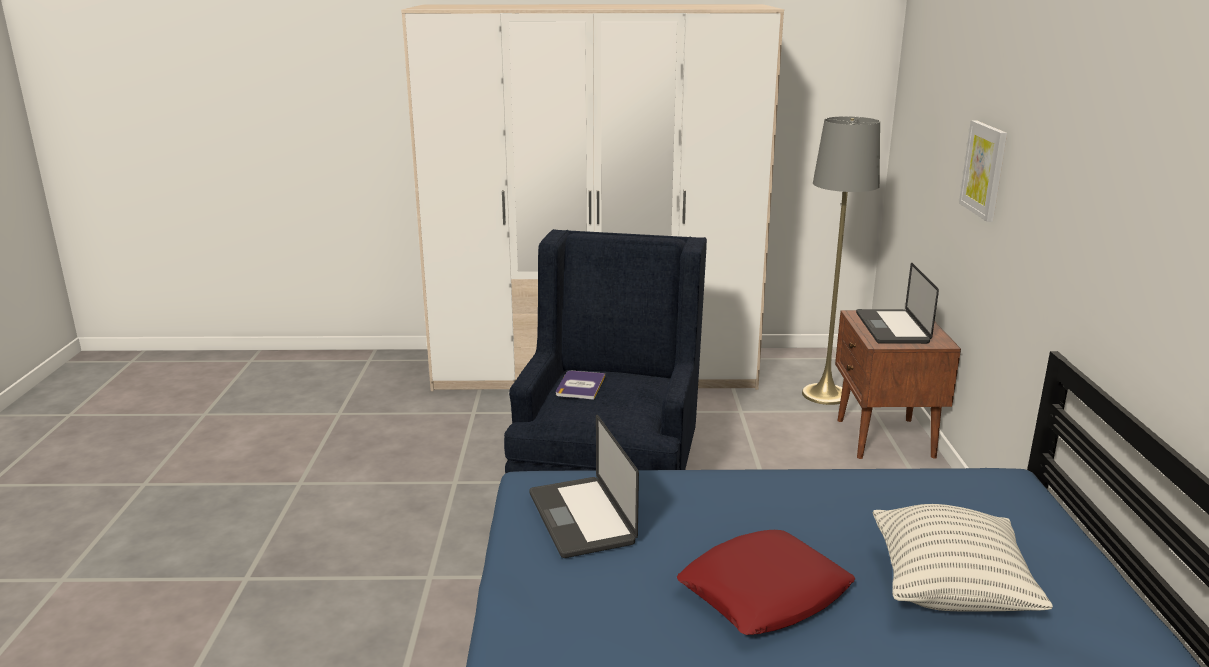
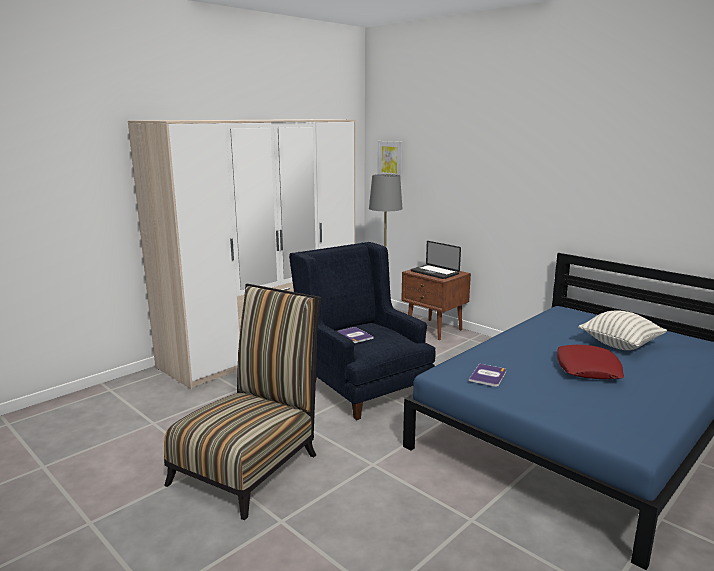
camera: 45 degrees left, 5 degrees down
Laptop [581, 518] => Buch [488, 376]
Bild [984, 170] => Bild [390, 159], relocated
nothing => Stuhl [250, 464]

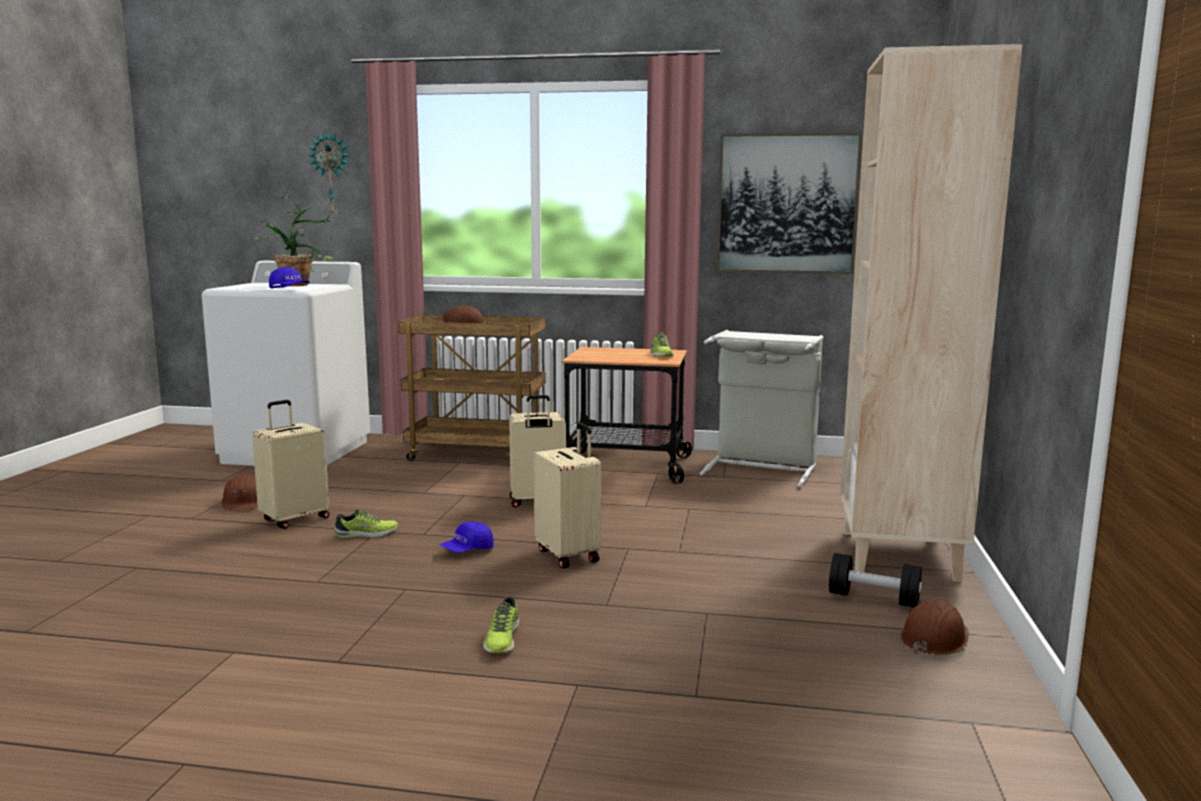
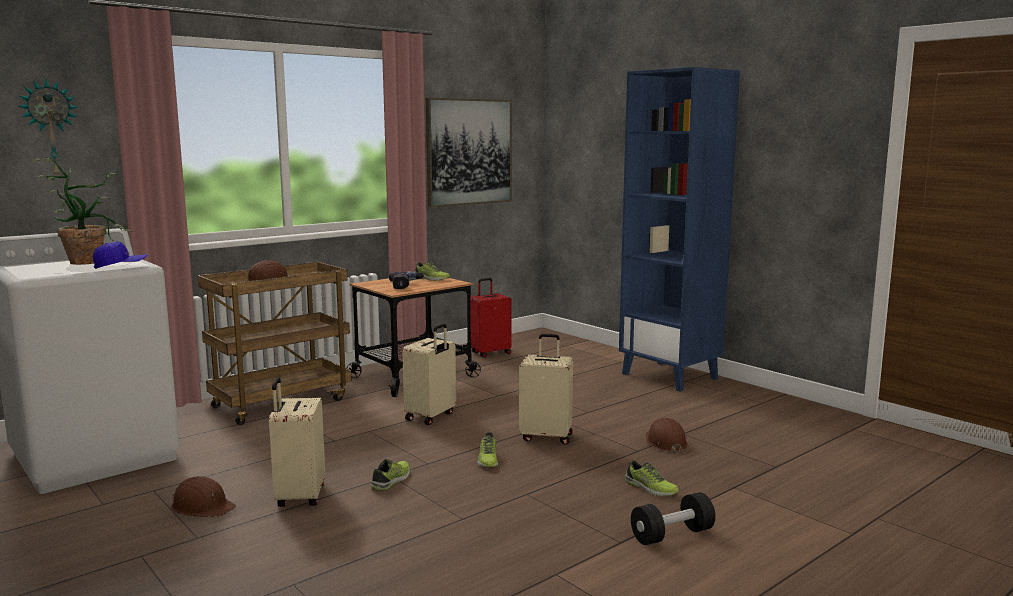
camera: 50 degrees left, 0 degrees up
Kappe [blau] [467, 550] => Schuh [487, 459]
Wäschekorb [grau] [761, 468] => Koffer [rot] [490, 353]
Hantel [schwarz] [873, 598] => Hantel [schwarz] [672, 535], relocated
Bücherregal [beige] [900, 556] => Bücherregal [blau] [670, 376]
Schutzhelm [braun] [934, 638] => Schutzhelm [braun] [665, 442], relocated
nothing => Bohrmaschine [406, 285]

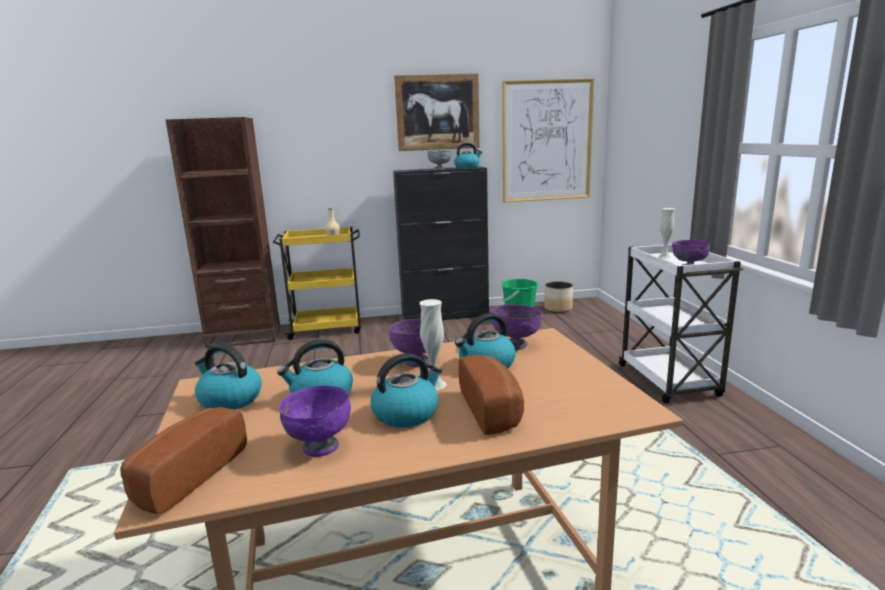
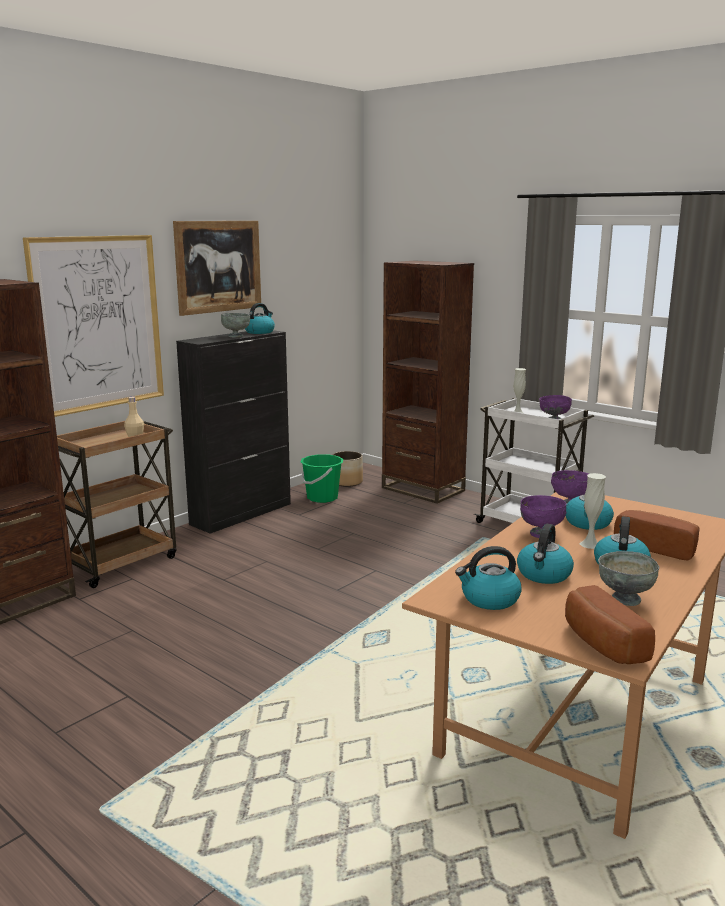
camera: 40 degrees left, 0 degrees up
Rollwagen [gelb] [327, 329] => Rollwagen [braun] [121, 562]
Schüssel [lila] [319, 446] => Schüssel [grau] [625, 599]
Bild [547, 141] => Bild [98, 323], relocated
nothing => Bücherregal [braun] [423, 489]

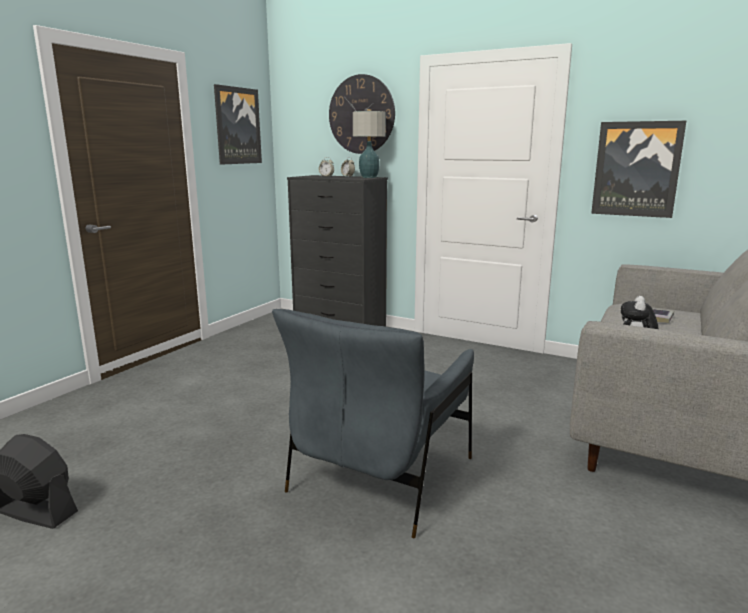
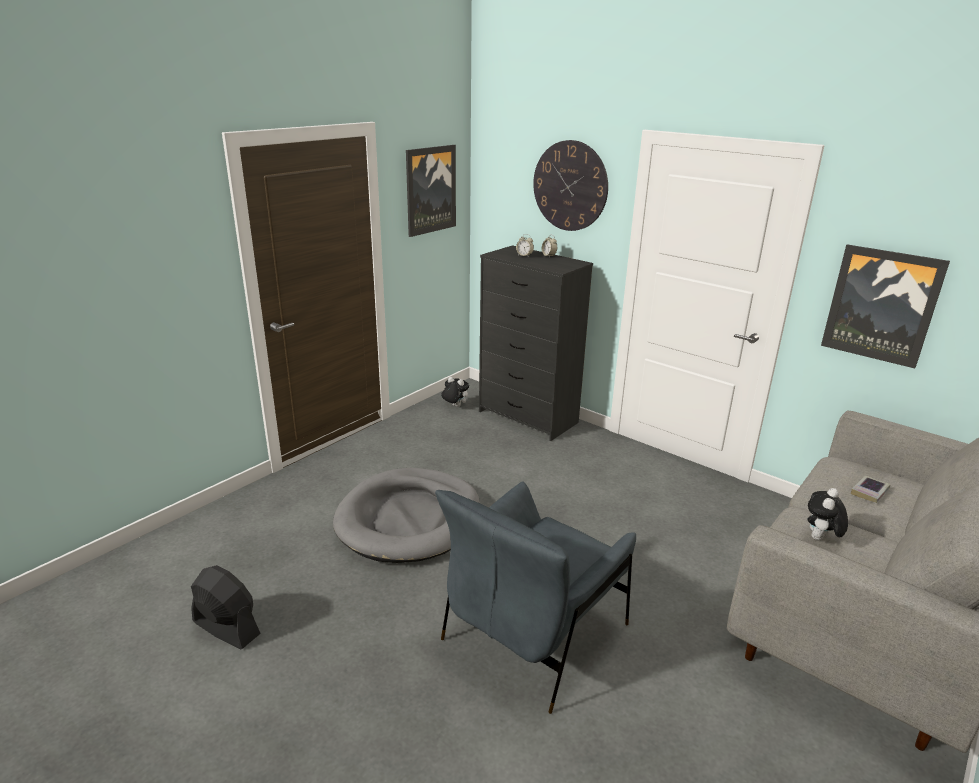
camera: 10 degrees right, 10 degrees up
Tischlampe [369, 177] => nothing
nothing => Hundebett [grau] [409, 519]
nothing => Plüschtier [454, 406]

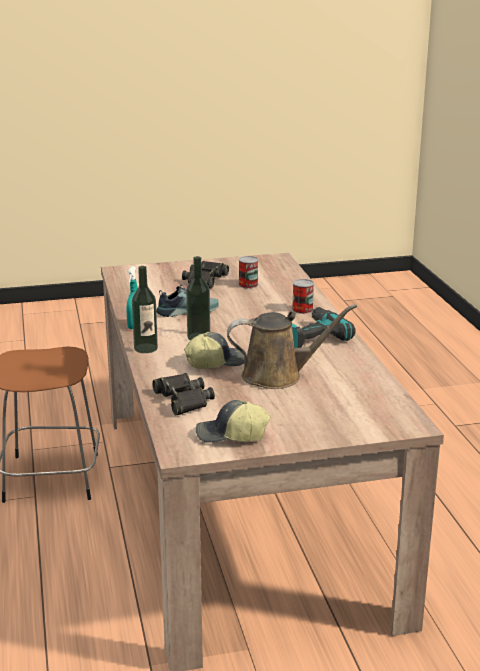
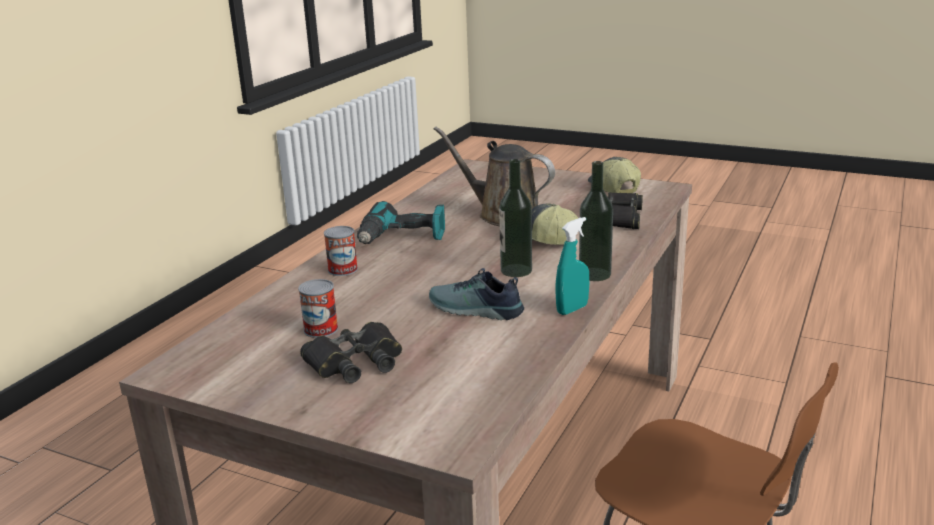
camera: 140 degrees left, 0 degrees up
Kappe [231, 435] => Kappe [613, 188], 150 degrees counterclockwise

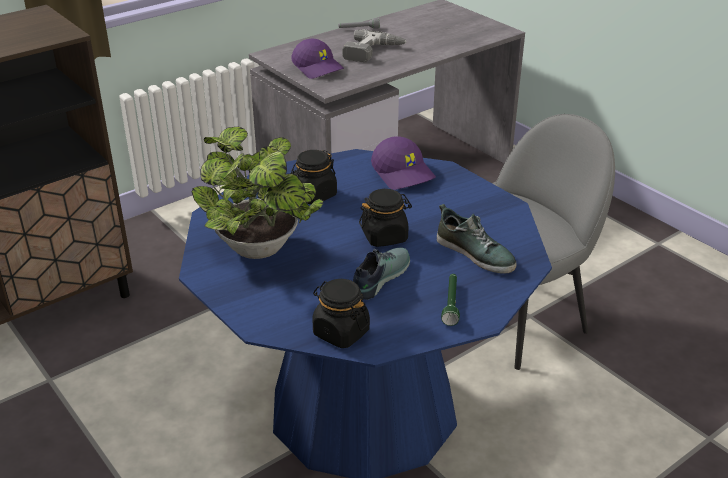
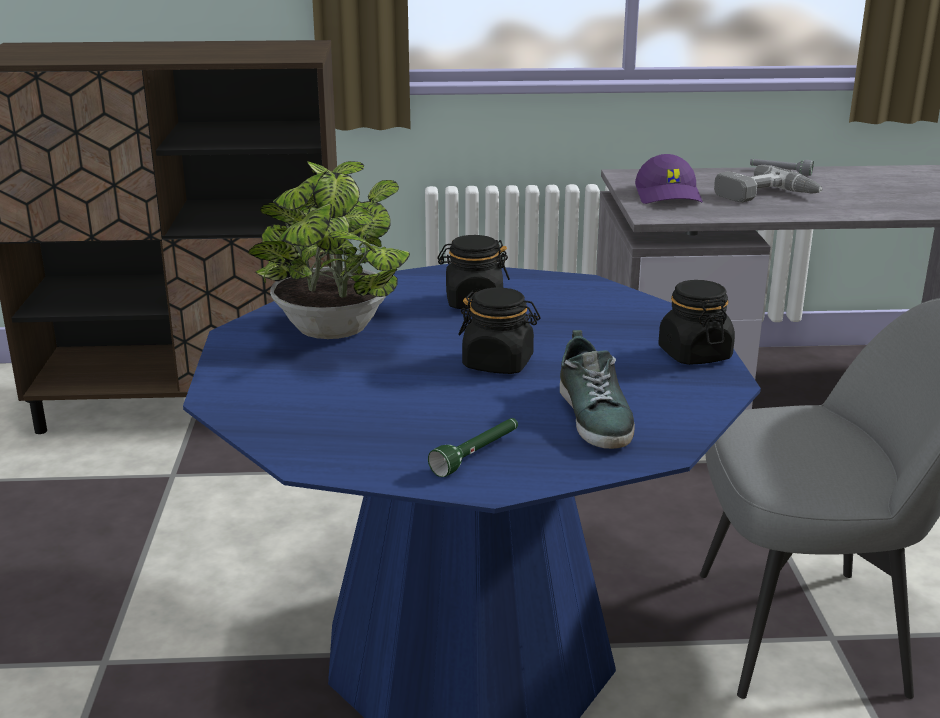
camera: 35 degrees right, 10 degrees down
Vorratsglas [schwarz] [340, 332] => Vorratsglas [schwarz] [694, 354], relocated
Schuh [378, 278] => nothing
Kappe [lila] [404, 173] => nothing

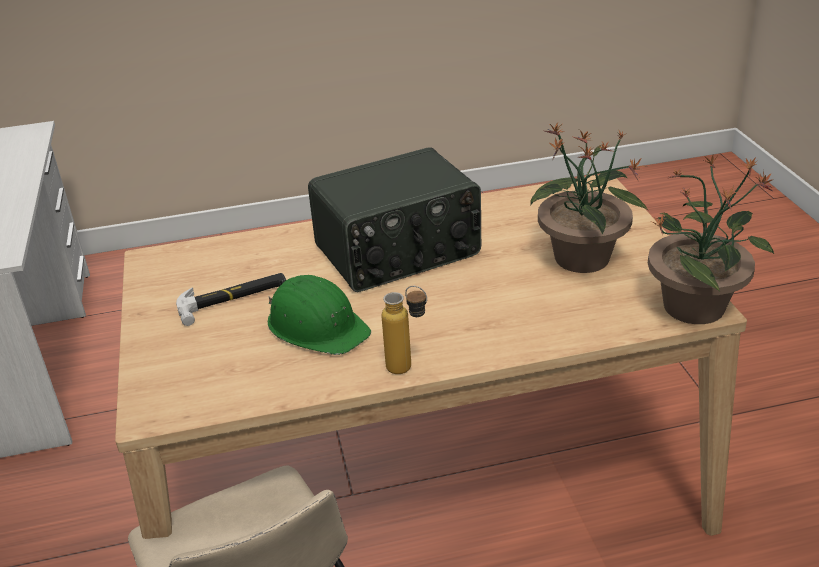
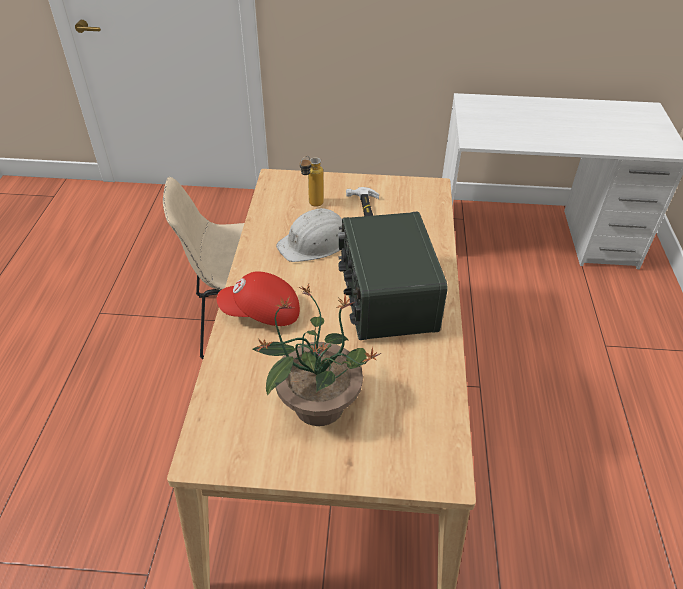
camera: 105 degrees right, 10 degrees up
Schutzhelm [grün] [317, 326] => Schutzhelm [weiß] [314, 243]
Flasche [408, 369] => Flasche [312, 205], relocated
Topfpflanze [695, 306] => nothing
nothing => Kappe [rot] [261, 313]

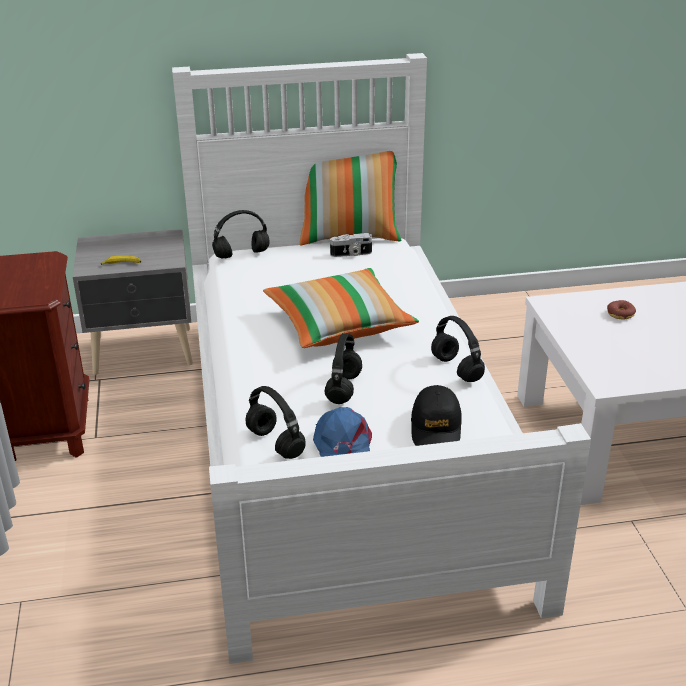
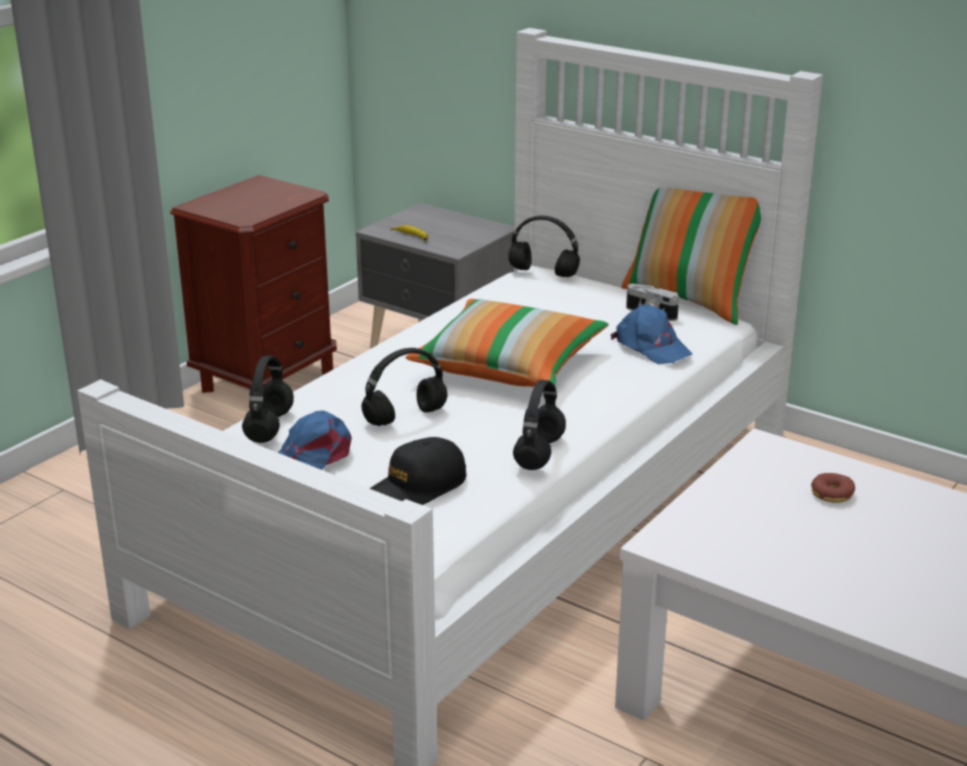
camera: 45 degrees right, 5 degrees down
nothing => Kappe [blau] [651, 346]

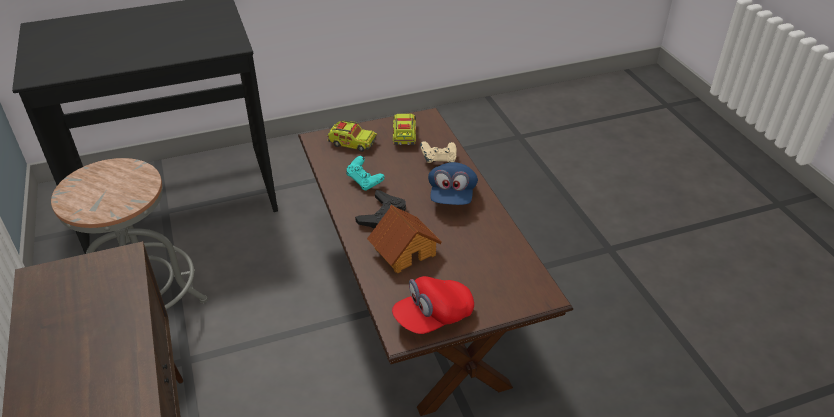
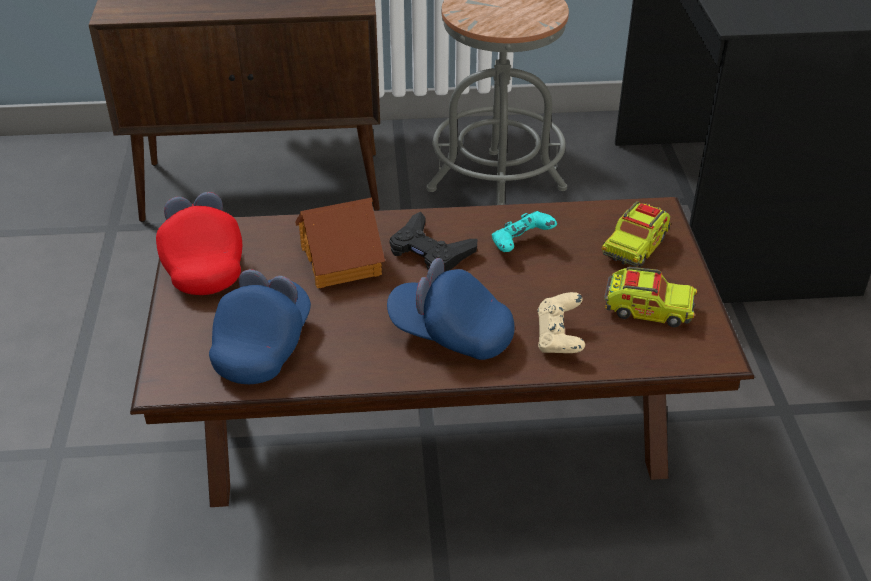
camera: 105 degrees right, 0 degrees up
nothing => Kappe [blau] [263, 346]

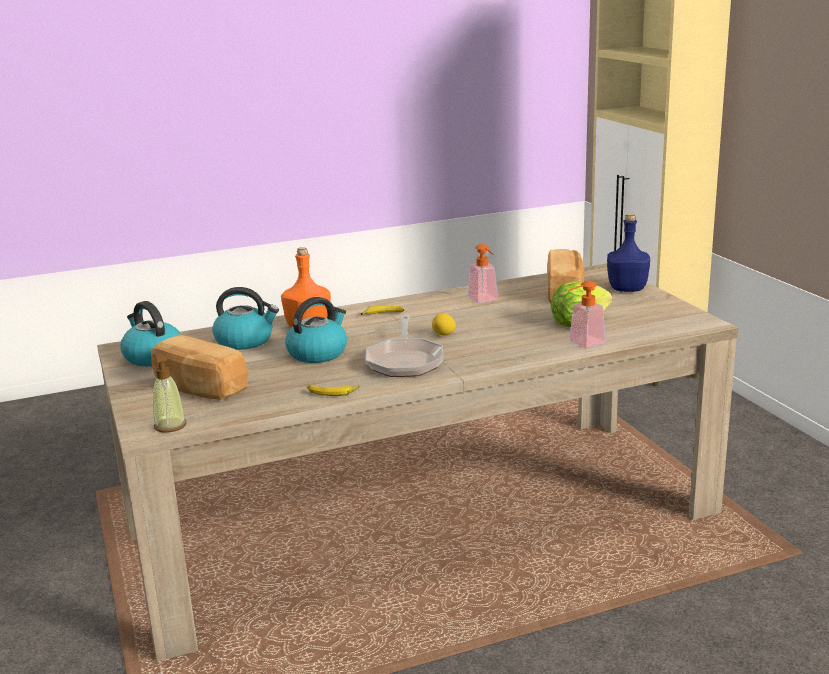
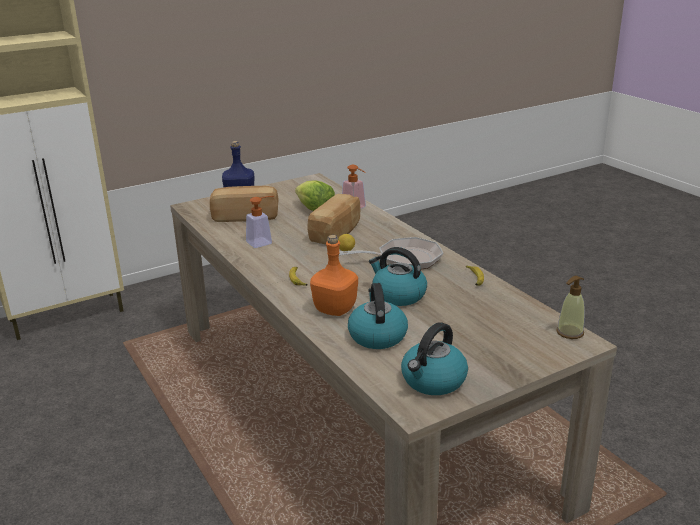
camera: 100 degrees left, 5 degrees up
Brot [199, 388] => Brot [337, 232], relocated

